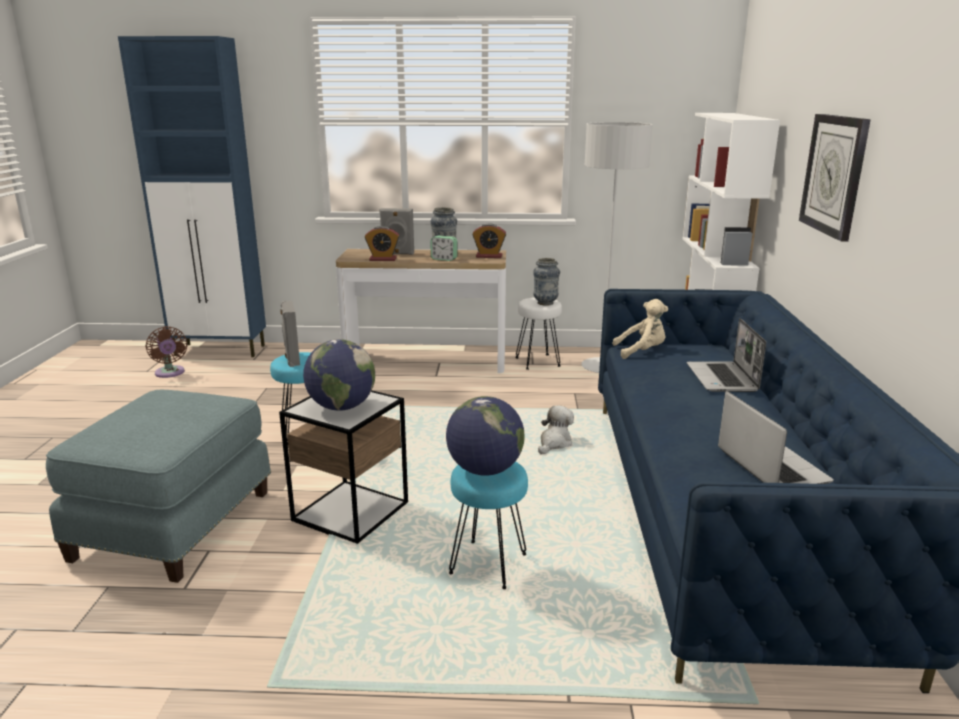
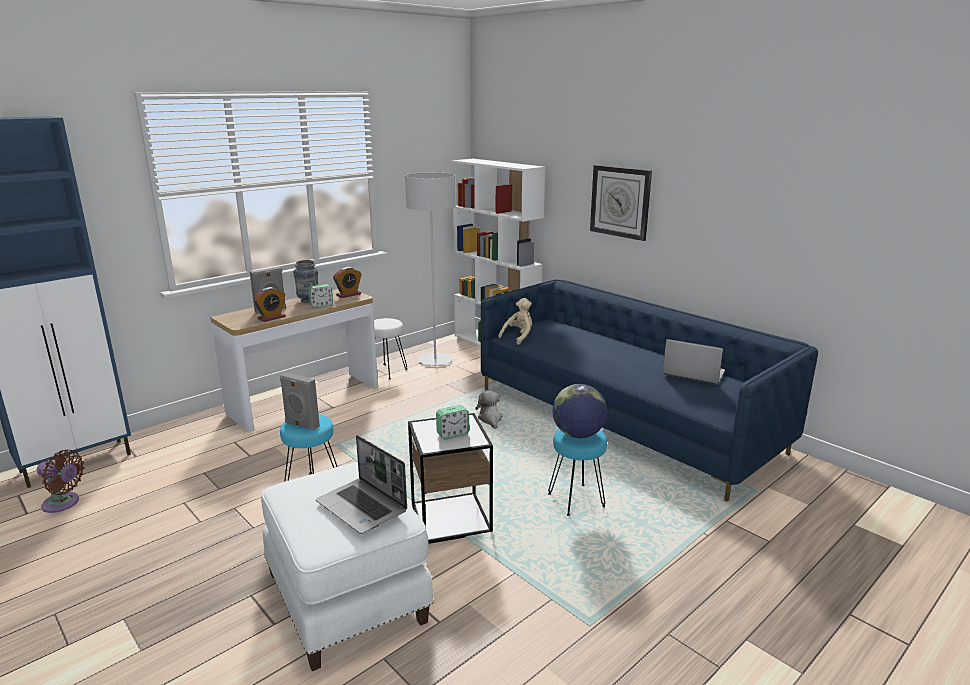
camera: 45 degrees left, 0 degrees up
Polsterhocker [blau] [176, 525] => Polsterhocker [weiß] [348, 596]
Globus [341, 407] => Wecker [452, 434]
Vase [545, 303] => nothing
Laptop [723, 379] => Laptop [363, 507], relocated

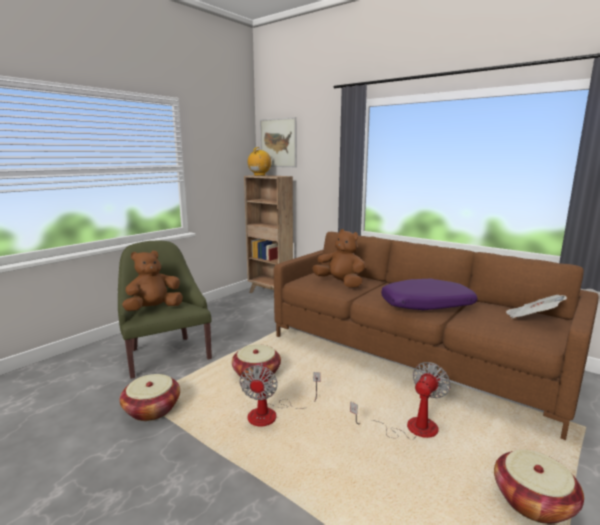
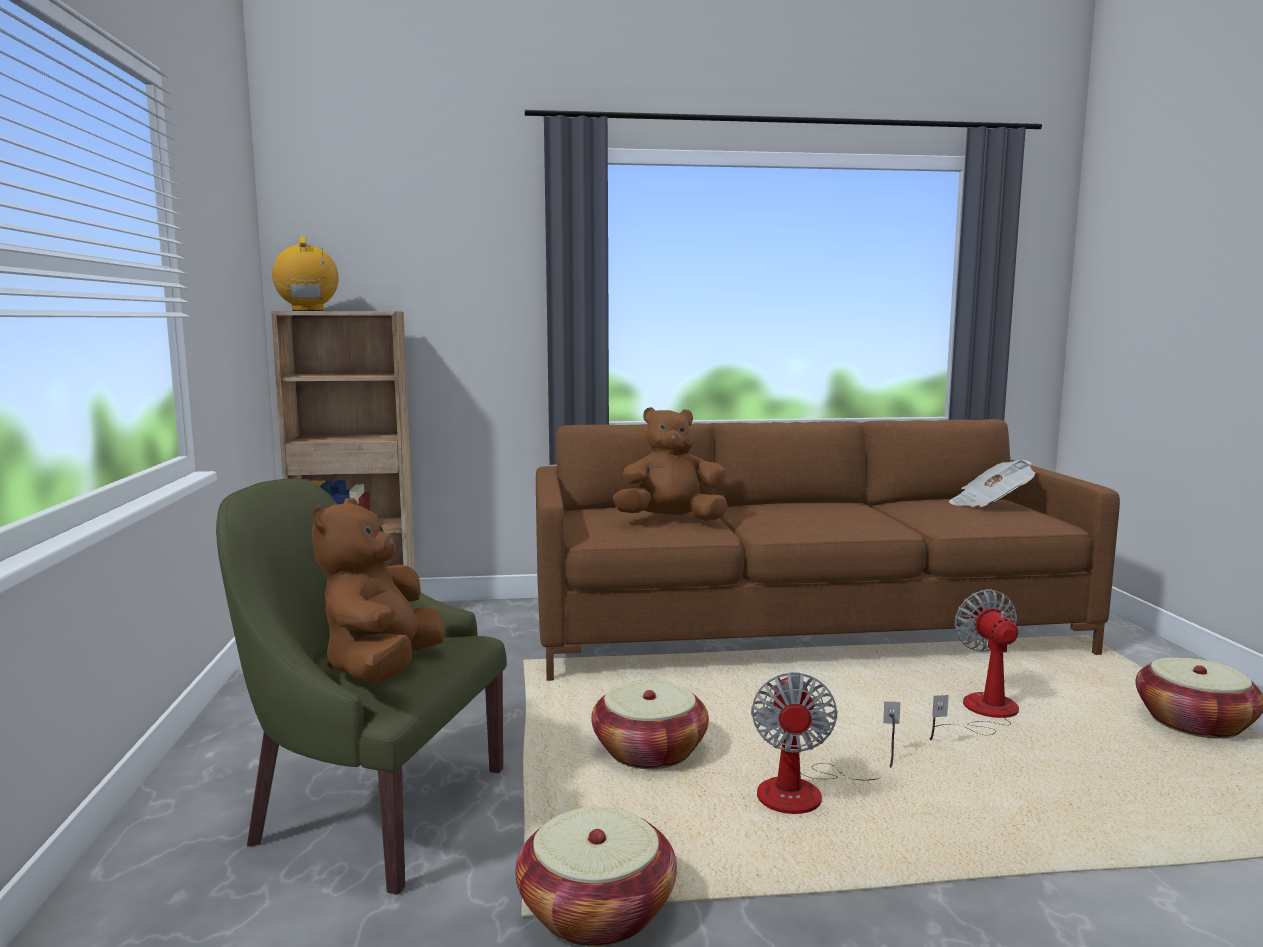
camera: 45 degrees left, 5 degrees down
Ventilator [272, 414] => Ventilator [808, 792], 45 degrees clockwise
Bild [278, 143] => nothing
Kissen [lila] [426, 305] => nothing

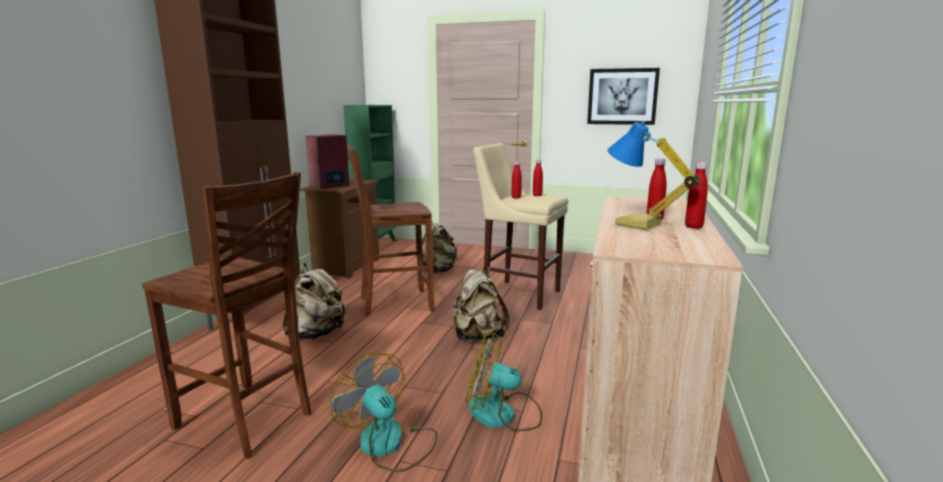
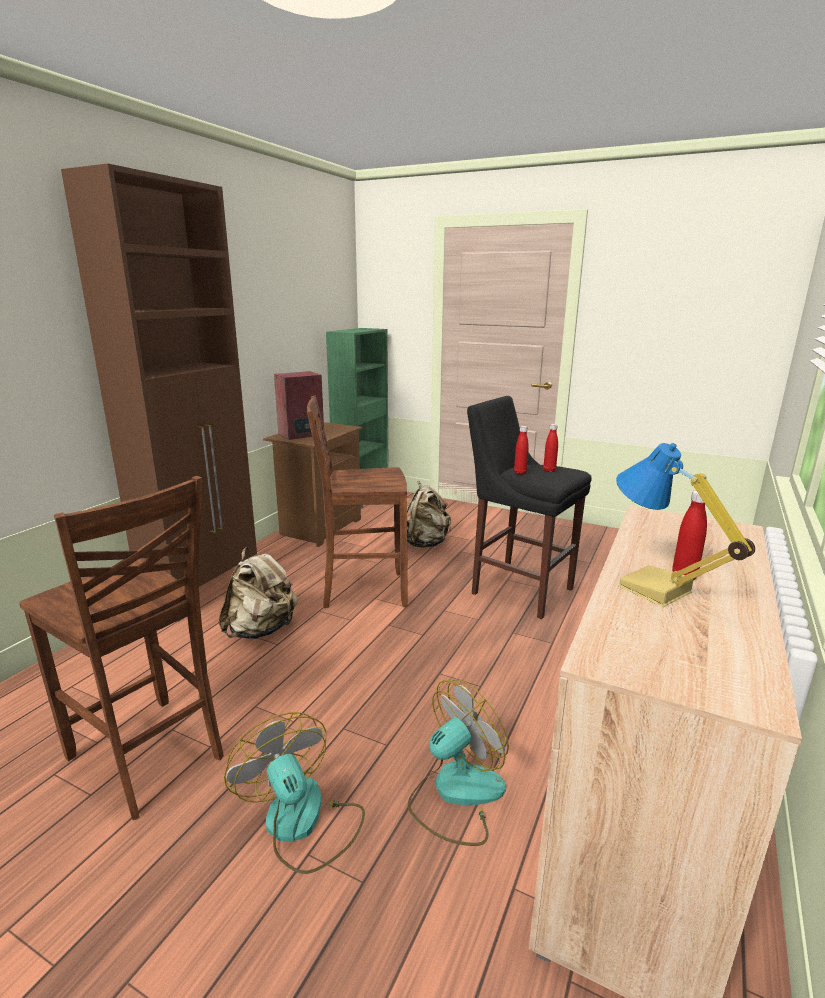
camera: 10 degrees right, 5 degrees up
Rucksack [beige] [477, 337] => nothing
Ventilator [503, 414] => Ventilator [456, 794], 120 degrees clockwise
Hocker [beige] [518, 293] => Hocker [schwarz] [518, 589]
Bild [622, 96] => nothing
Flasche [rot] [693, 227] => nothing

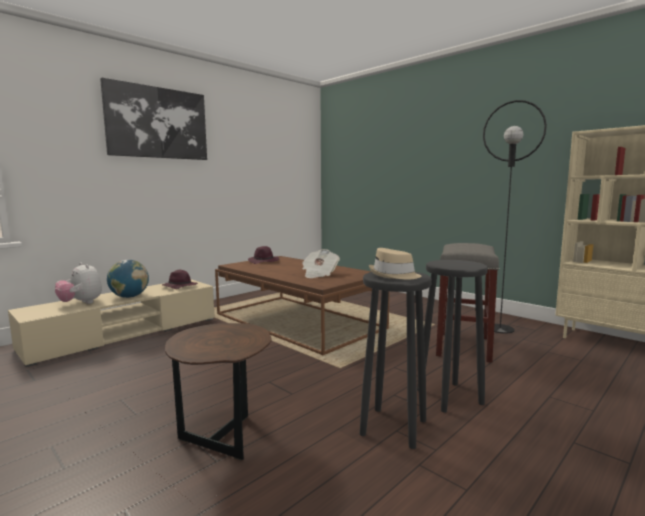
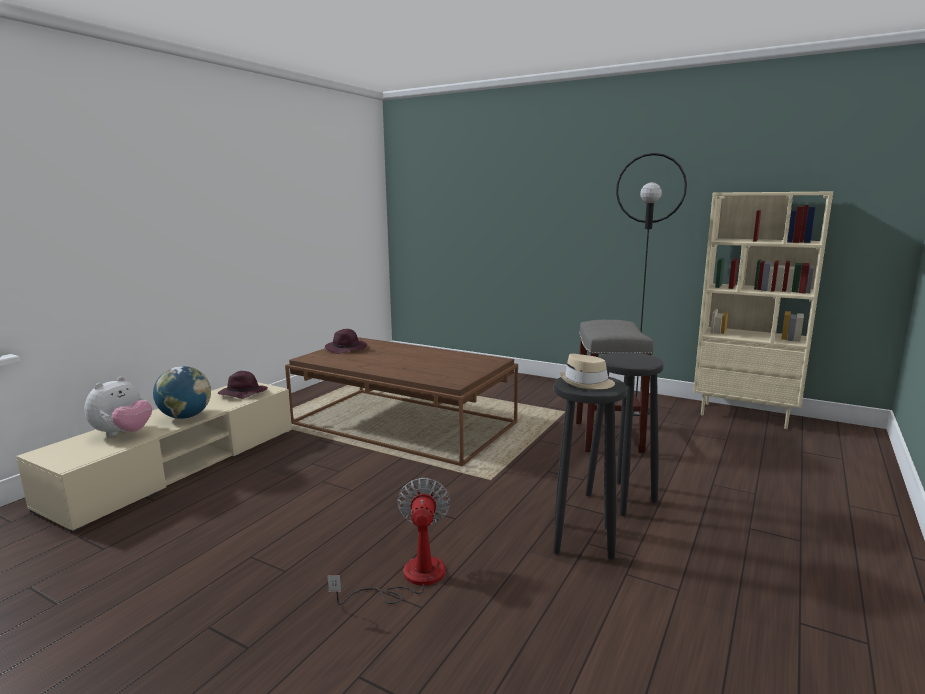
camera: 15 degrees left, 5 degrees up
Plüschtier [81, 303] => Plüschtier [123, 433], 90 degrees counterclockwise
Bild [157, 123] => nothing
Beistelltisch [braun] [223, 435] => Ventilator [410, 578]
Zeitung [319, 274] => nothing

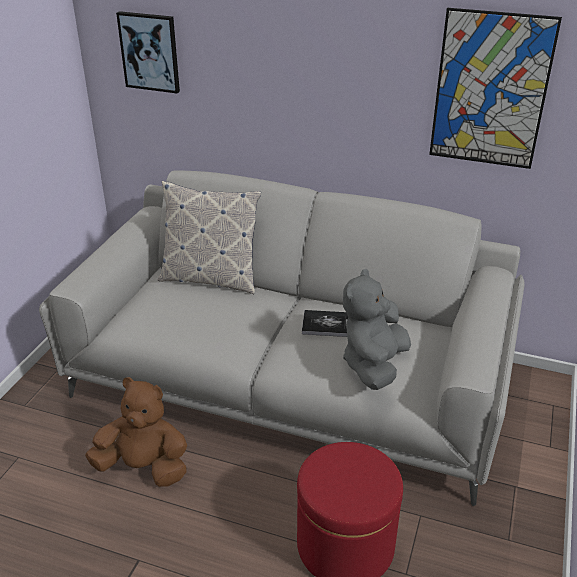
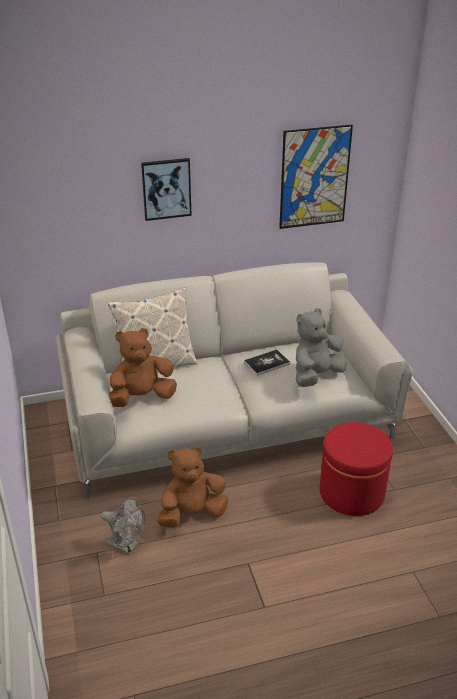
camera: 35 degrees left, 0 degrees up
Bild [150, 52] => Bild [166, 188], relocated
Plüschtier [grau] [374, 365] => Plüschtier [grau] [316, 375], 60 degrees clockwise
nothing => Ventilator [grau] [126, 546]
nothing => Plüschtier [braun] [141, 397]

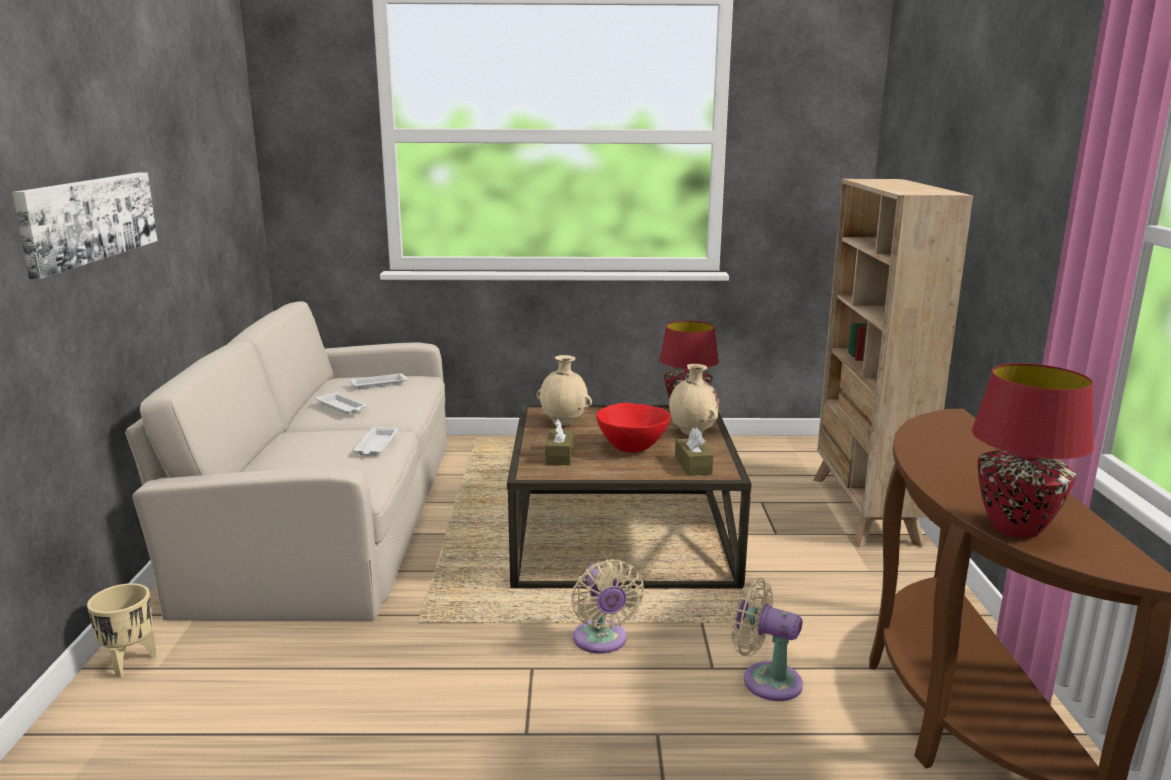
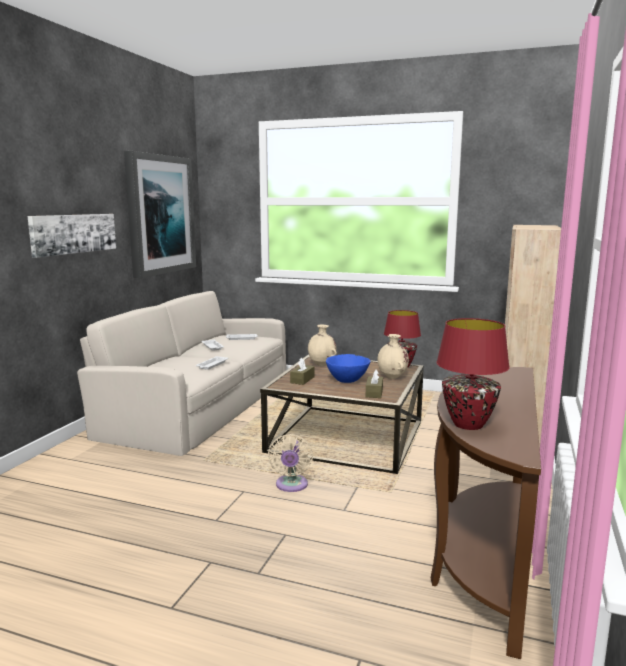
camera: 20 degrees right, 5 degrees down
Pflanzkübel [beige] [130, 662] => nothing
Schüssel [rot] [632, 448] => Schüssel [blau] [347, 381]
Ventilator [beige] [765, 680] => nothing
nothing => Bild [160, 214]

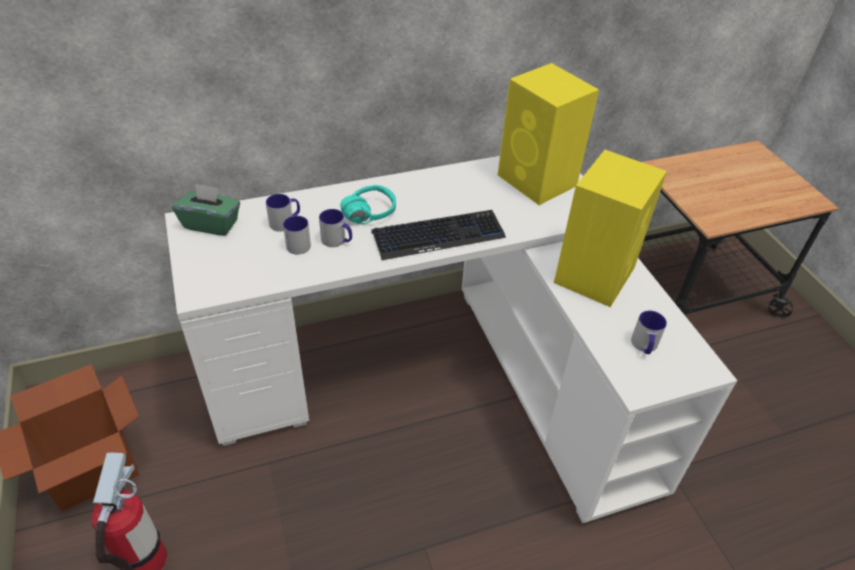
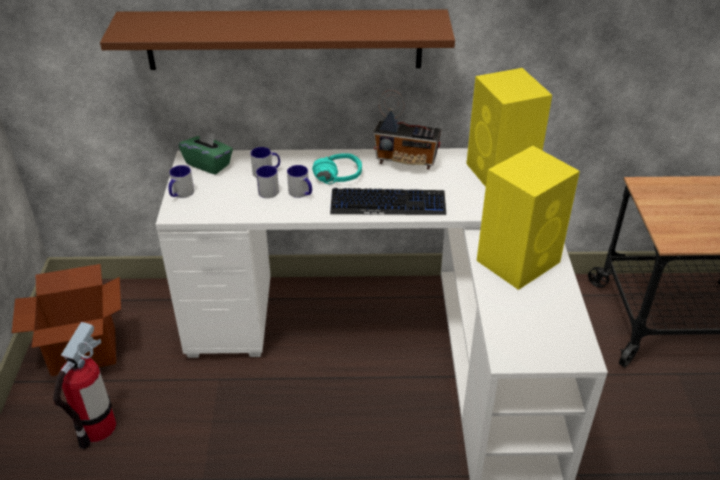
camera: 20 degrees right, 5 degrees down
Henkelbecher [644, 346] => Henkelbecher [181, 194], relocated
nothing => Wandregal [braun] [284, 39]
nothing => Radio [406, 160]

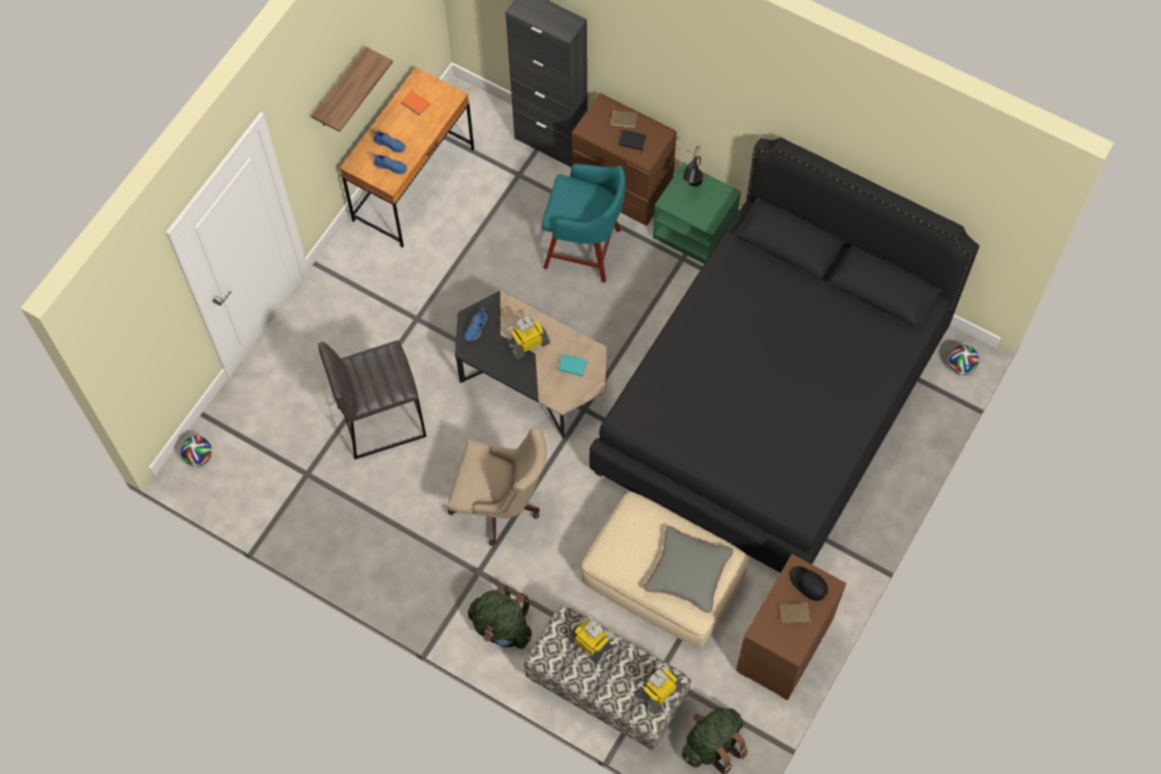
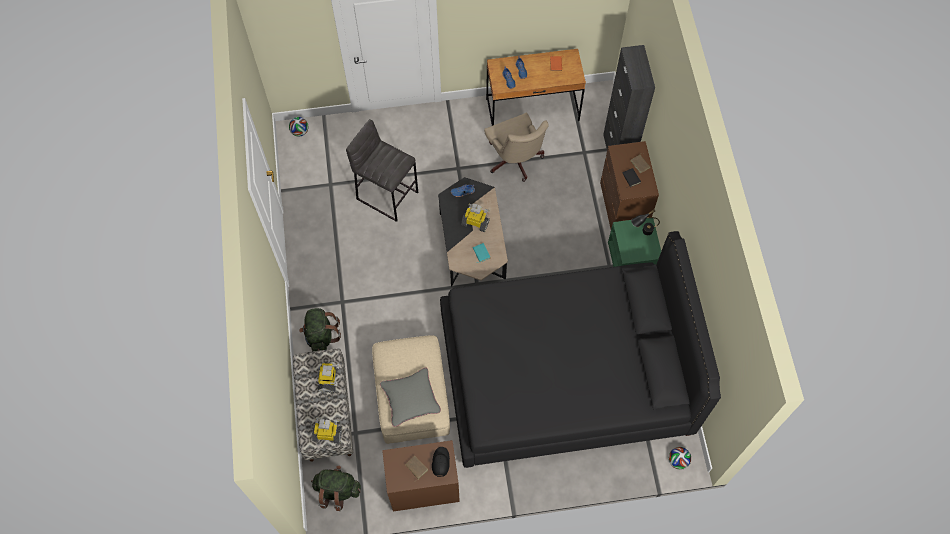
camera: 50 degrees right, 0 degrees up
Wandregal [340, 90] => nothing
Bürostuhl [beige] [500, 505] => Bürostuhl [beige] [515, 161], relocated
Hocker [türkis] [585, 249] => nothing

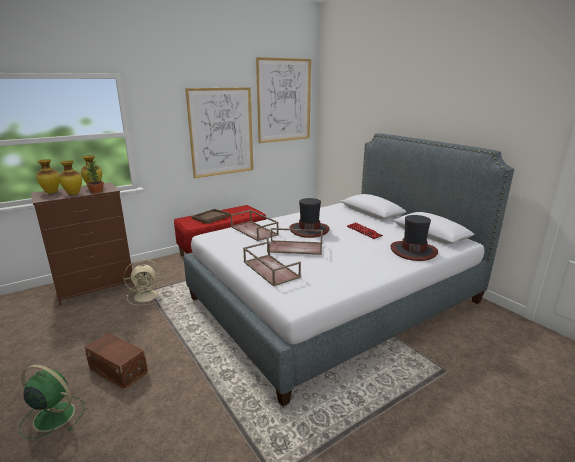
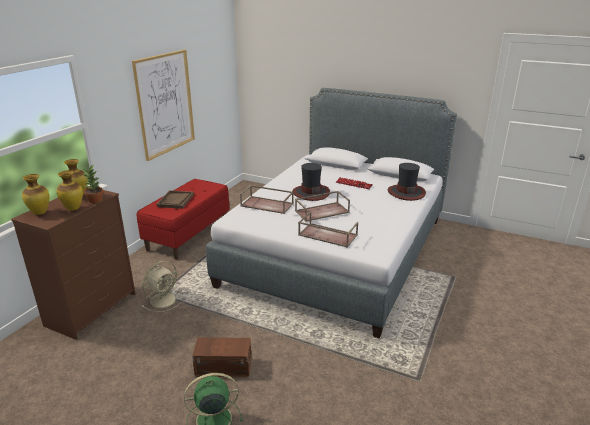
camera: 30 degrees left, 5 degrees up
Bild [284, 100] => nothing

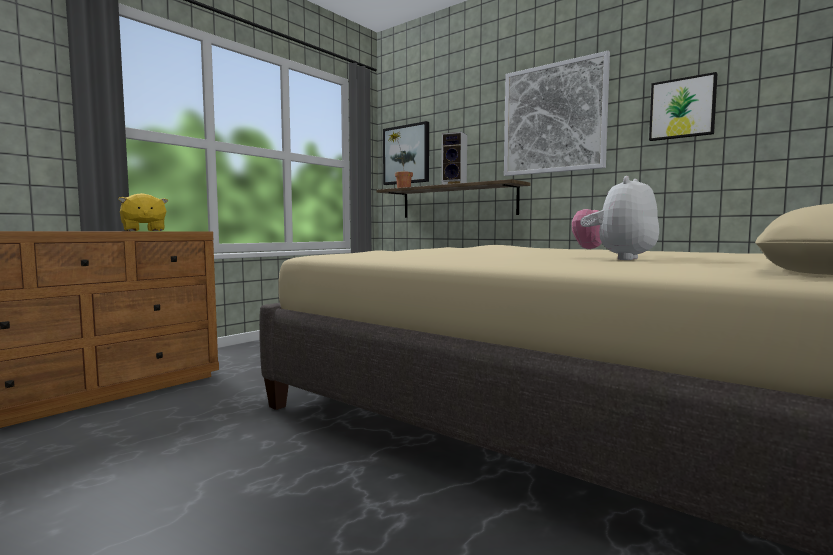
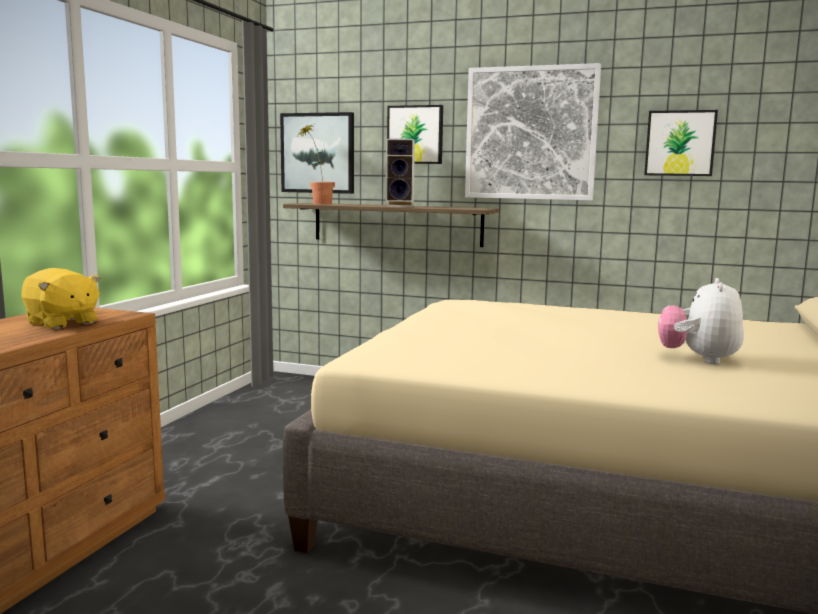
camera: 20 degrees left, 5 degrees up
nothing => Bild [415, 135]

